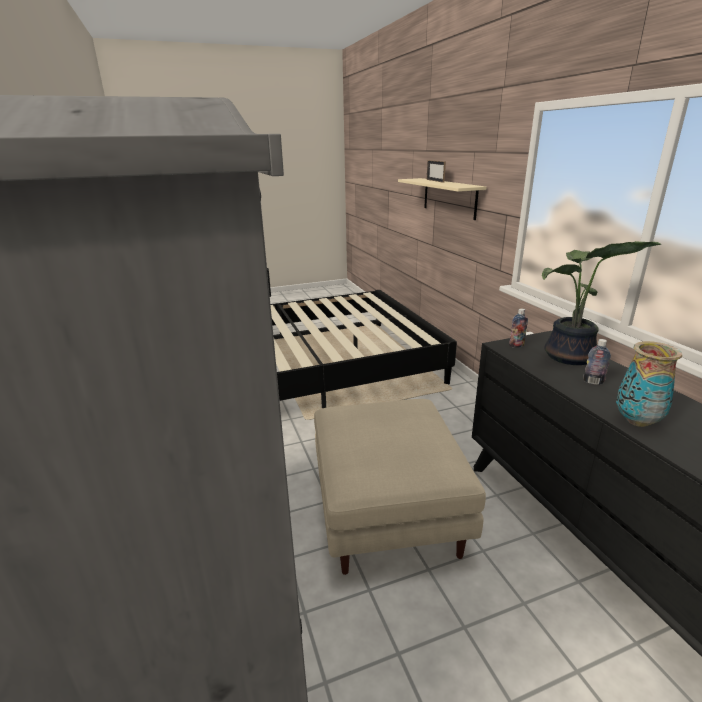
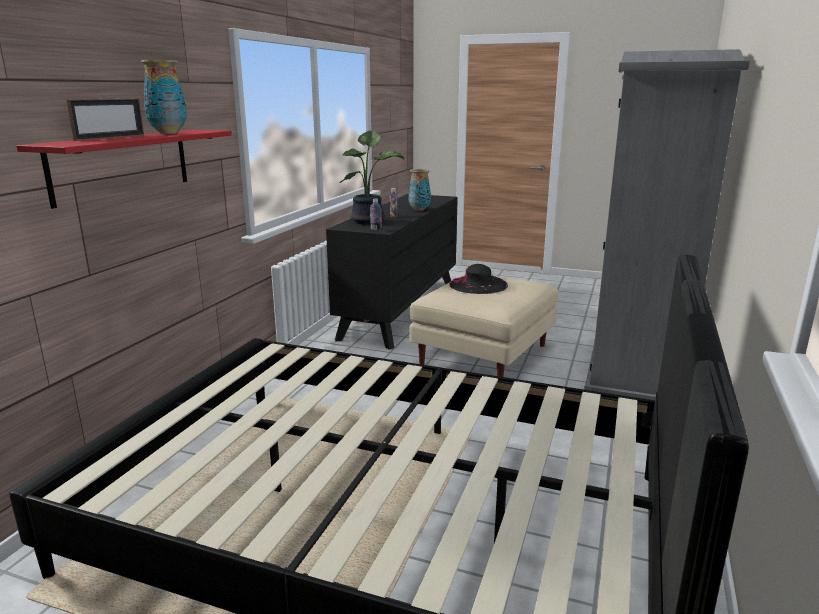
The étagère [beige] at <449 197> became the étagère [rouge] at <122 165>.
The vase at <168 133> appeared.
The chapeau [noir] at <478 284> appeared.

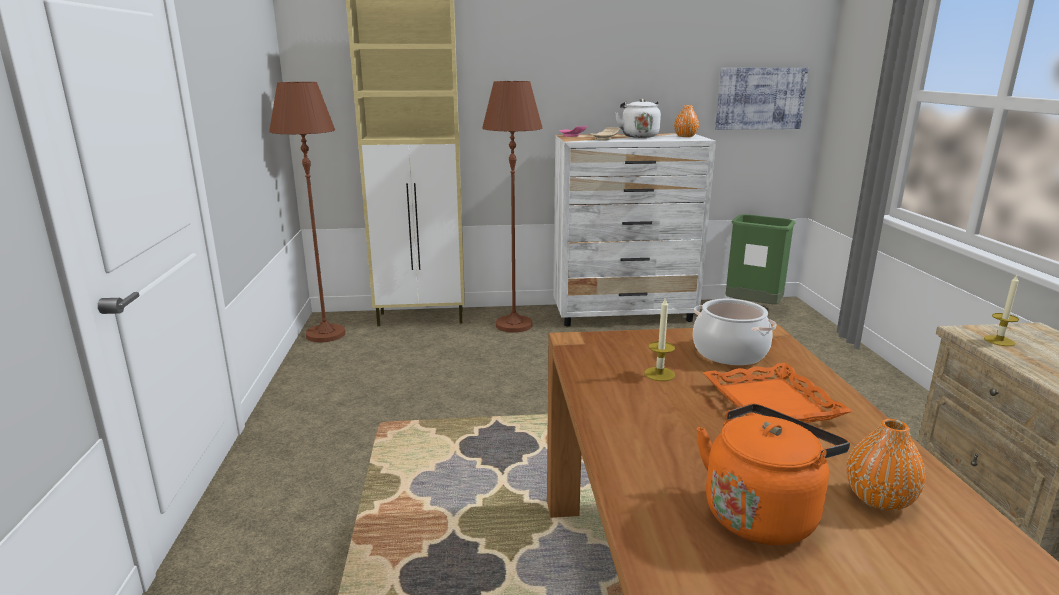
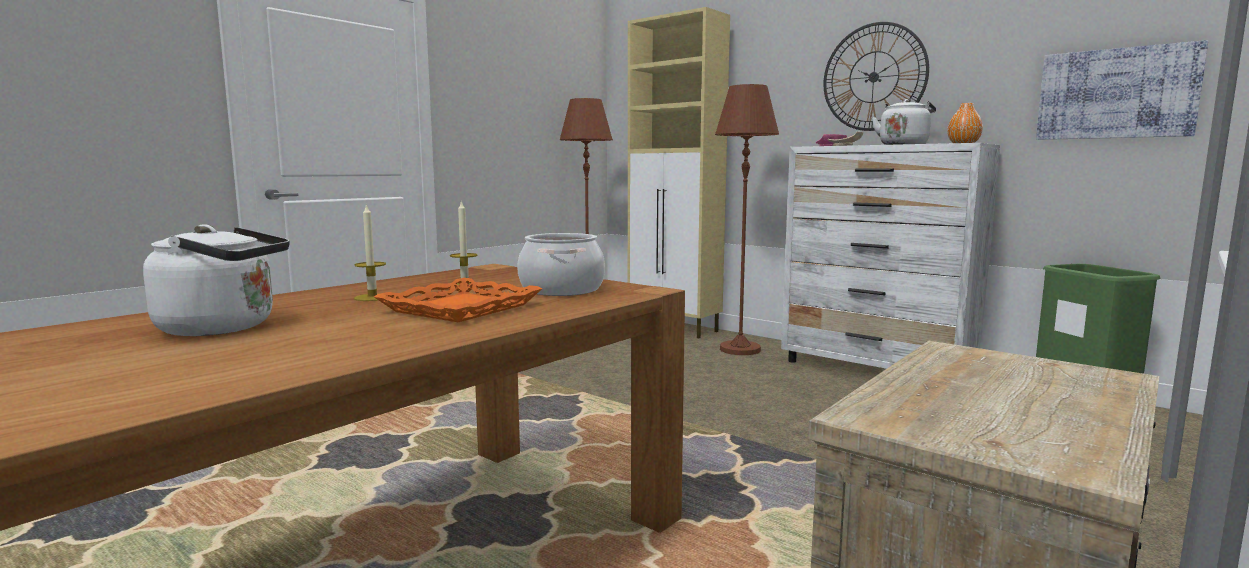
The bouilloire [orange] at <762 513> became the bouilloire [blanc] at <224 328>.
The bougie moved from <999 341> to <372 297>.
The horloge murale at <874 77> appeared.
The vase [orange] at <879 499> disappeared.

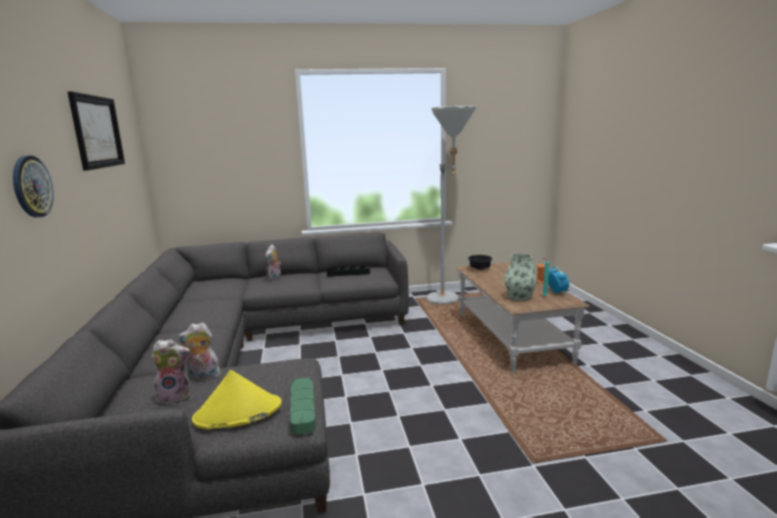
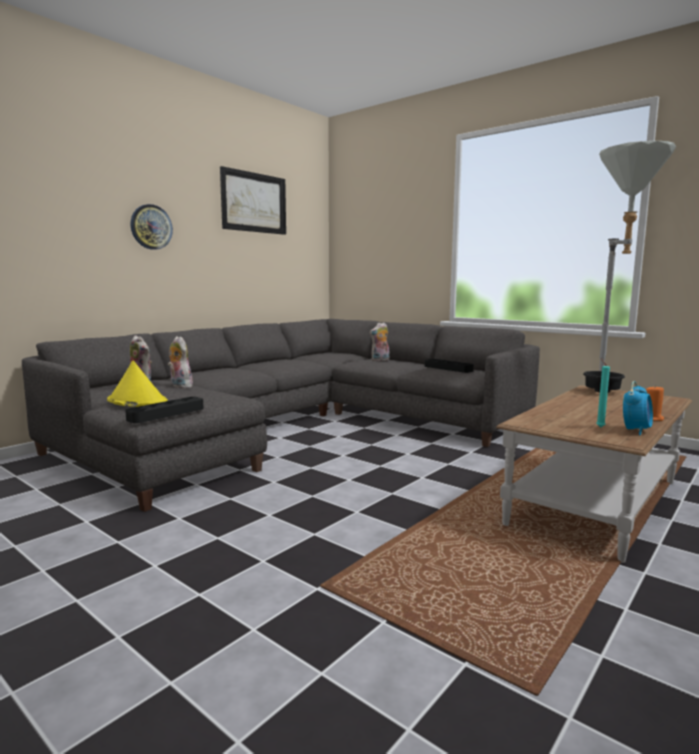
The plateau [vert] at <303 408> became the plateau [noir] at <166 414>.
The vase at <519 297> disappeared.

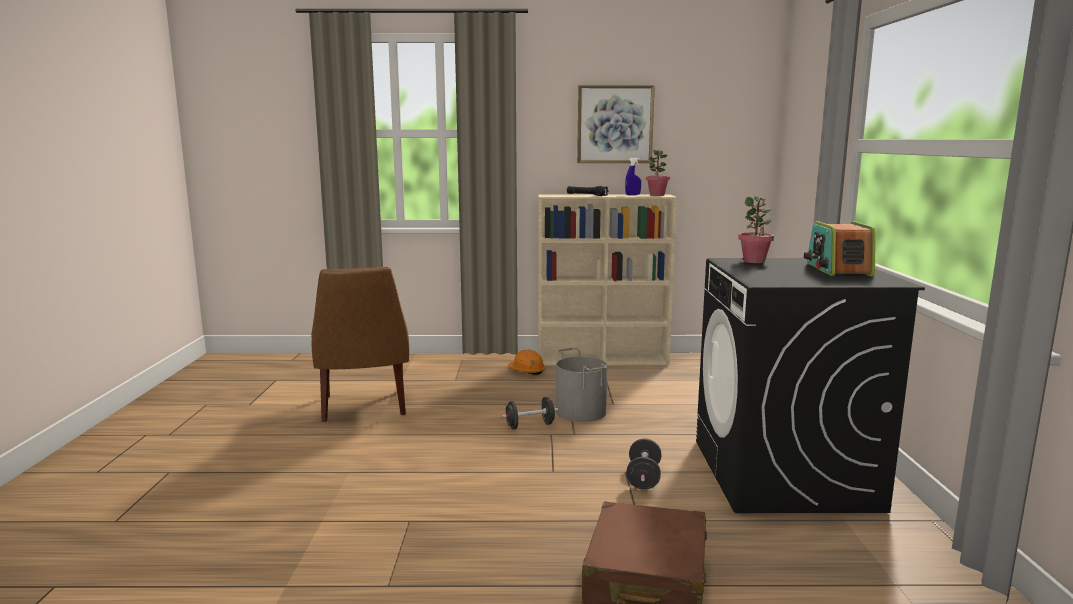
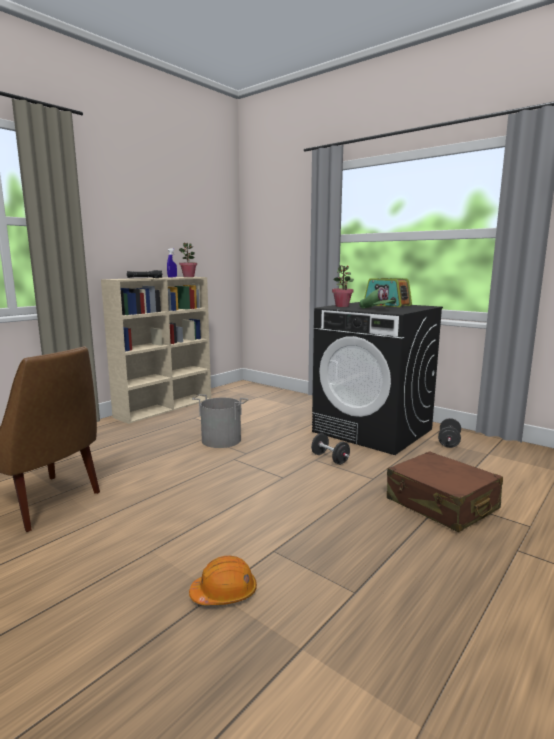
The casque de chantier [orange] moved from <527 371> to <224 593>.
The casquette [vert] at <376 309> appeared.
The haltère [noir] moved from <530 425> to <449 442>.
The tableau at <615 124> disappeared.

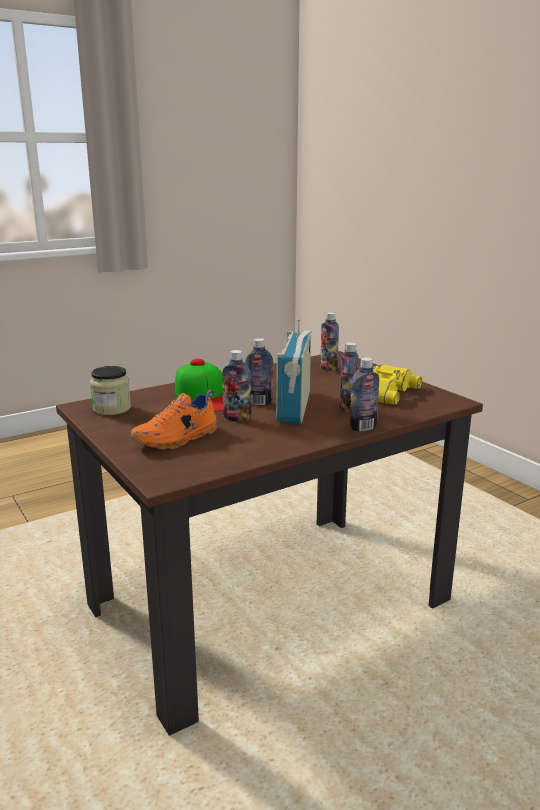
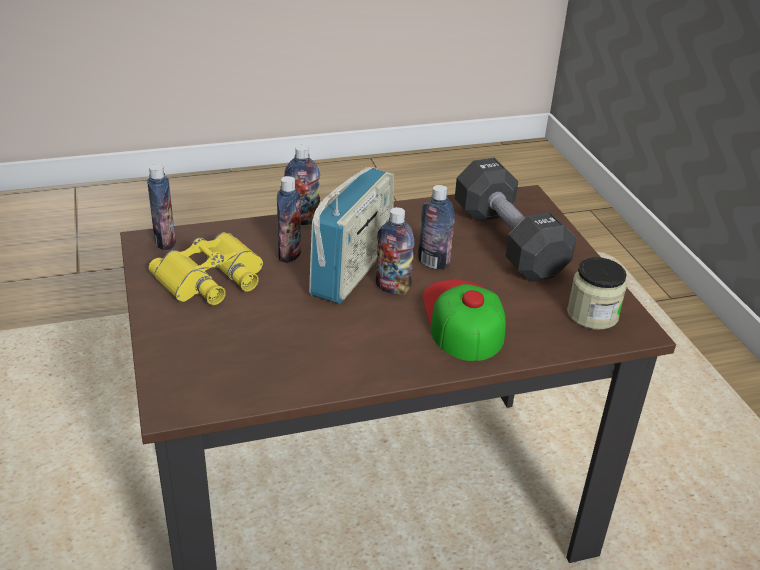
The bouteille moved from <328 368> to <165 242>.
The chaussure [orange] at <177 439> was replaced by the haltère [noir] at <508 241>.

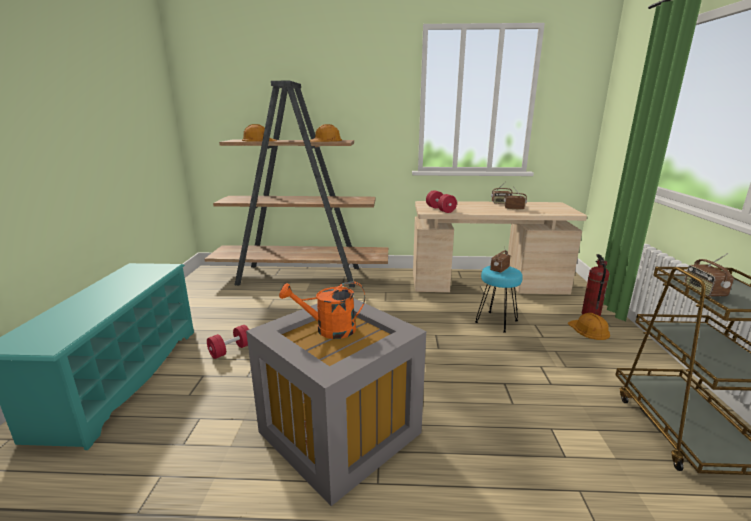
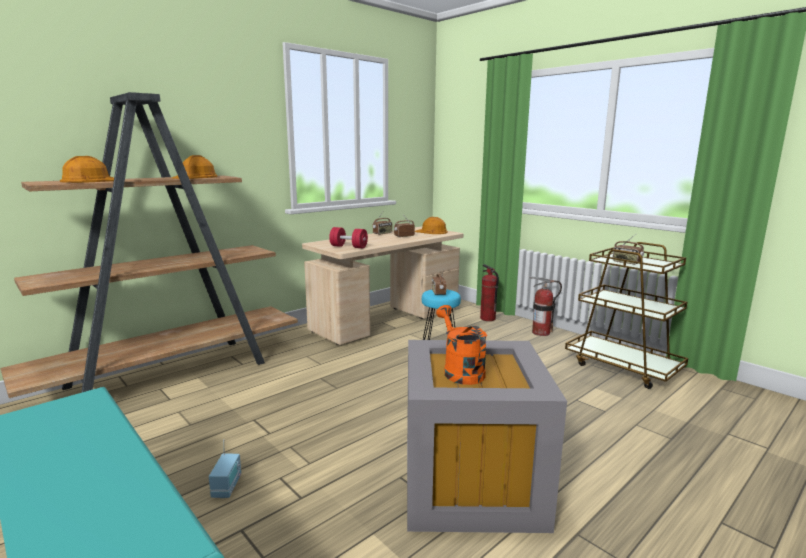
The haltère [rouge] at <231 350> was replaced by the radio at <227 487>.
The casque de chantier [orange] moved from <588 330> to <431 231>.
The arrosoir [orange] at <328 330> turned 120 degrees clockwise.
The extincteur at <540 332> appeared.

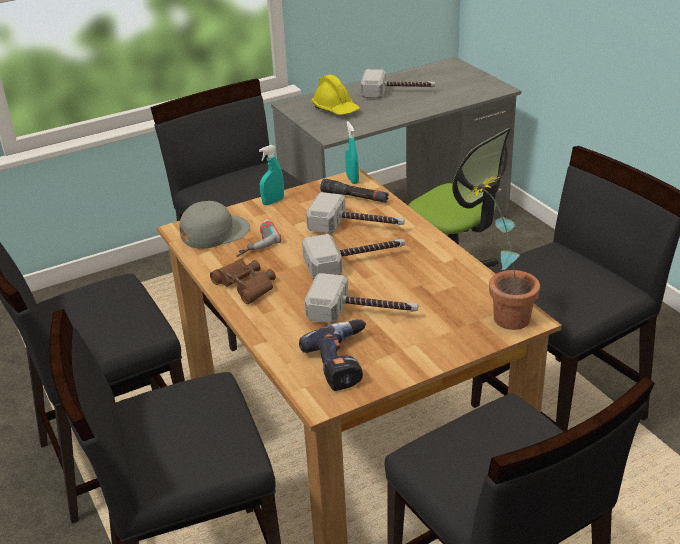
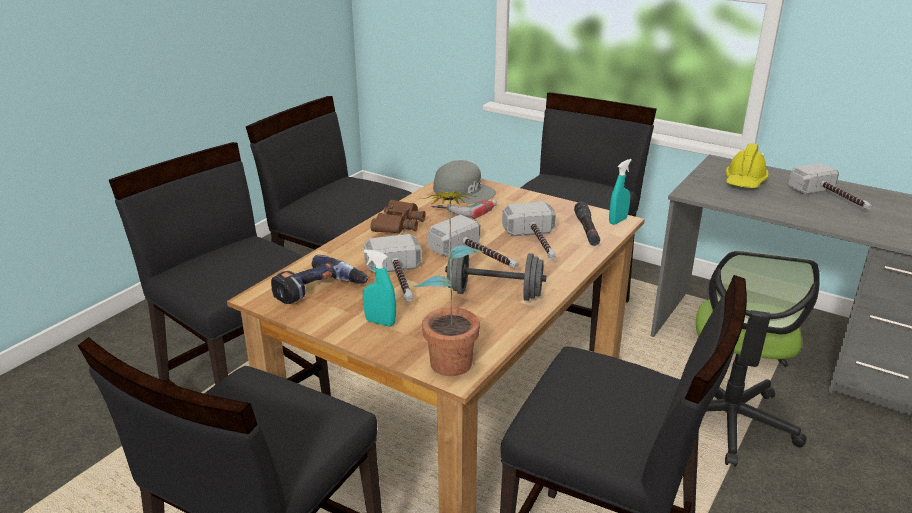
The vaporisateur [turquoise] moved from <273 202> to <380 322>.
The haltère [gris] at <494 293> appeared.

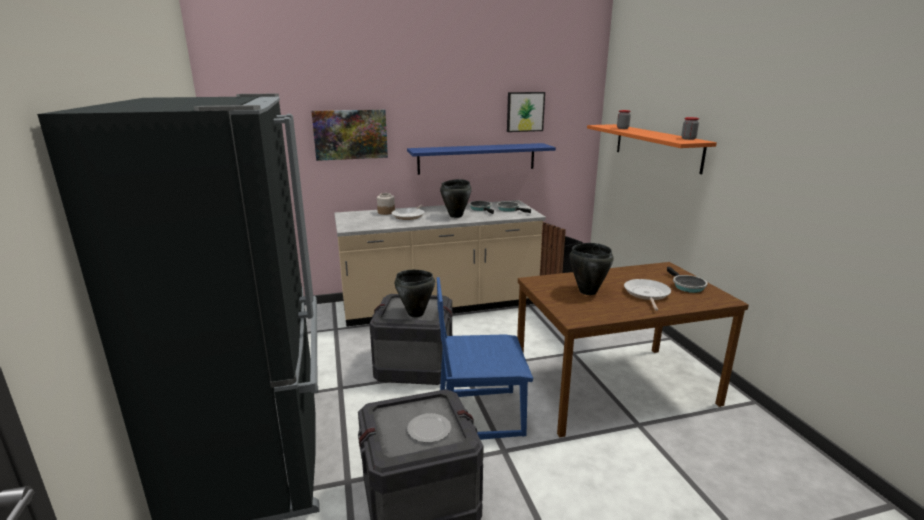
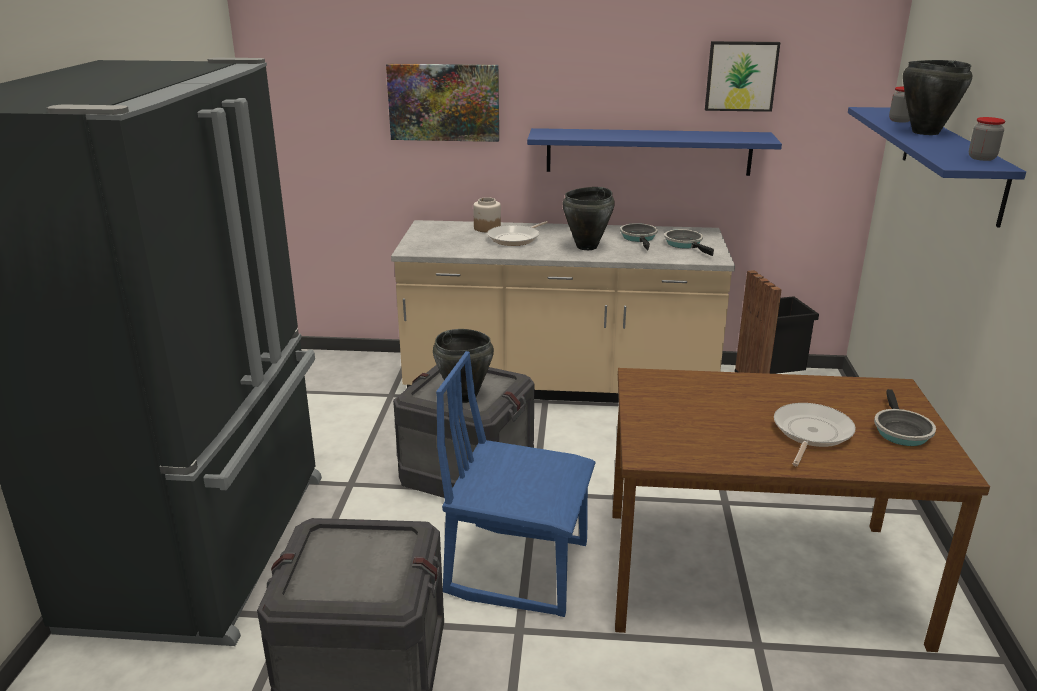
The étagère [orange] at <656 147> became the étagère [bleu] at <951 162>.
The marmite [noir] moved from <587 291> to <924 132>.
The assiette at <429 430> disappeared.

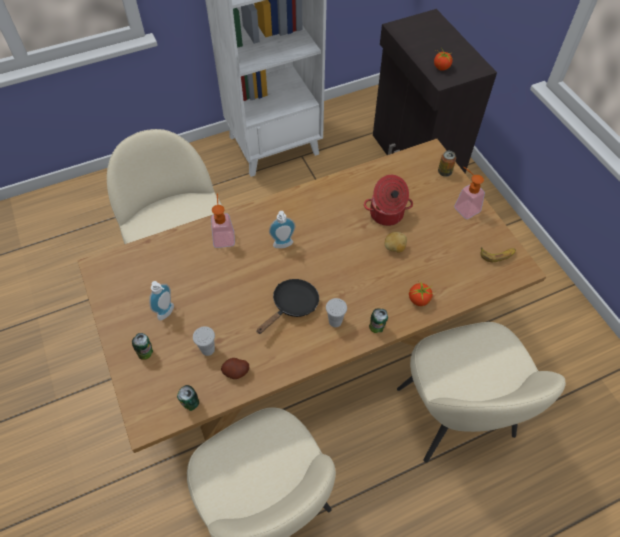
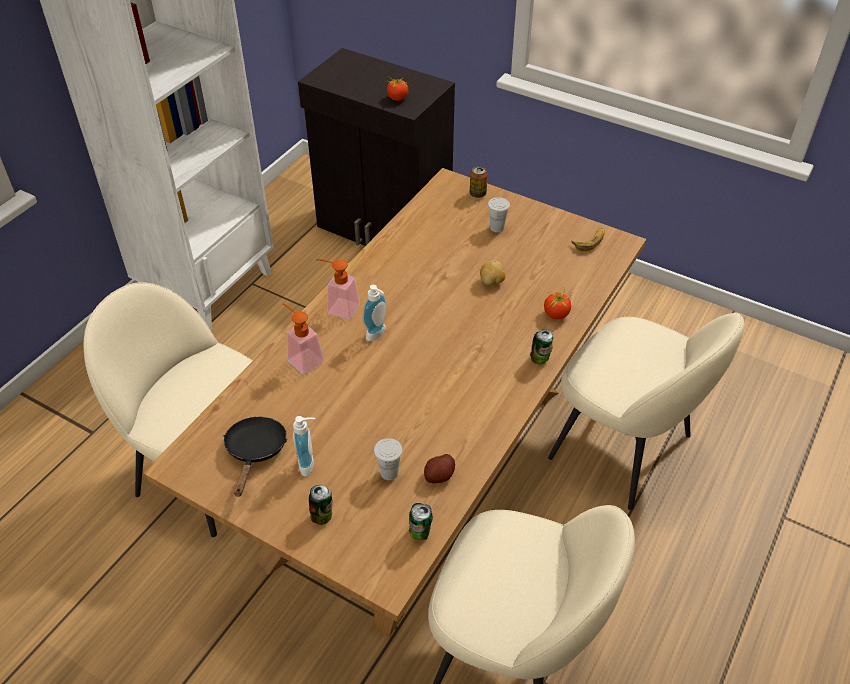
The poêle [noir] moved from <292 306> to <255 452>.
The distributeur de savon moved from <464 207> to <338 307>.
The tasse [blanc] moved from <335 321> to <497 228>.
The marmite at <386 214> disappeared.

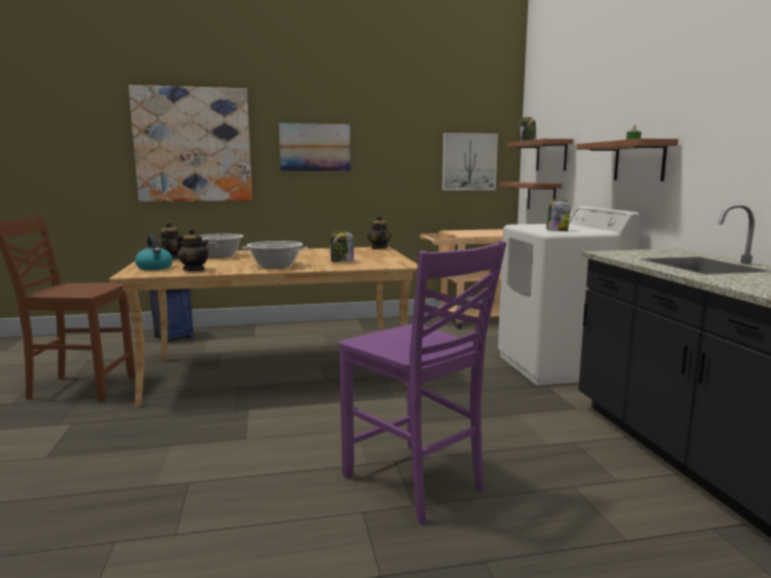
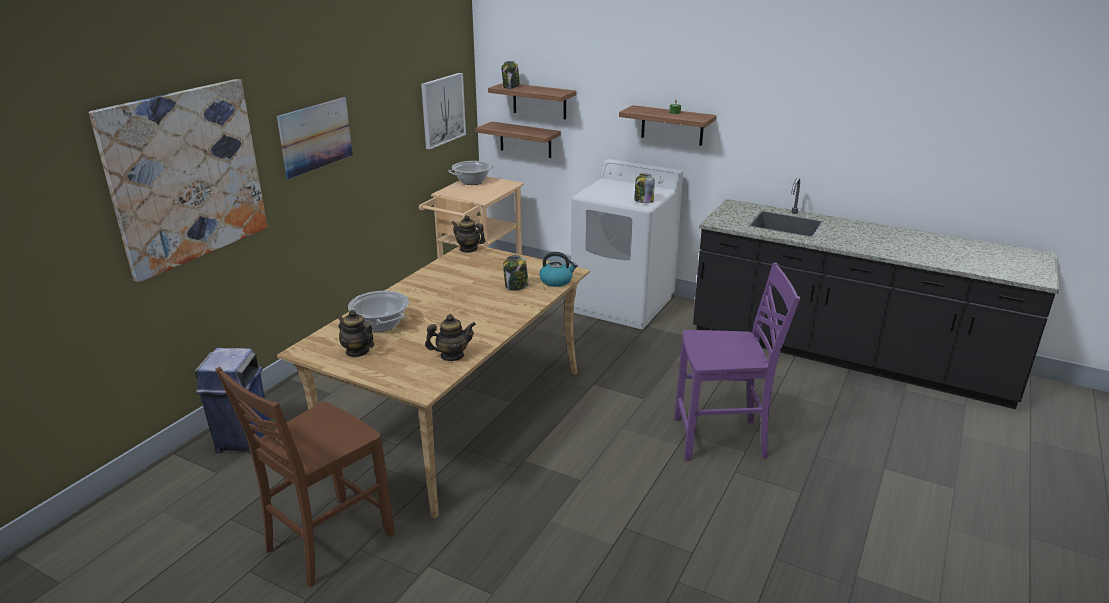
The marmite moved from <276 266> to <472 181>.
The bouilloire moved from <155 268> to <556 281>.

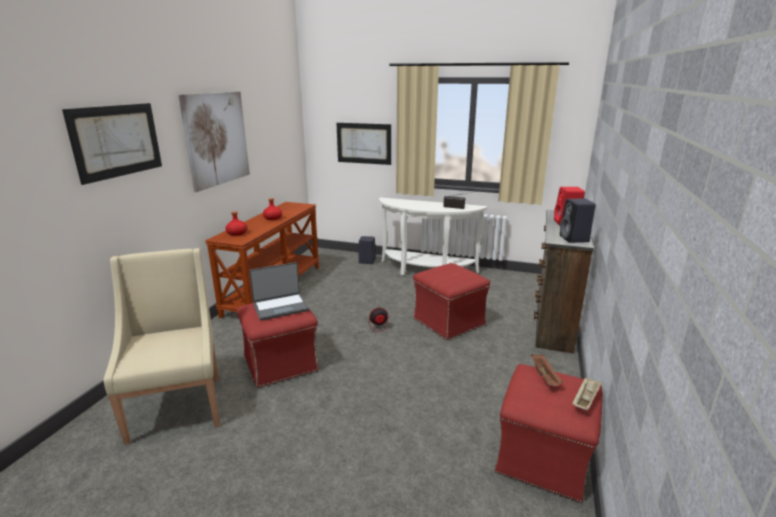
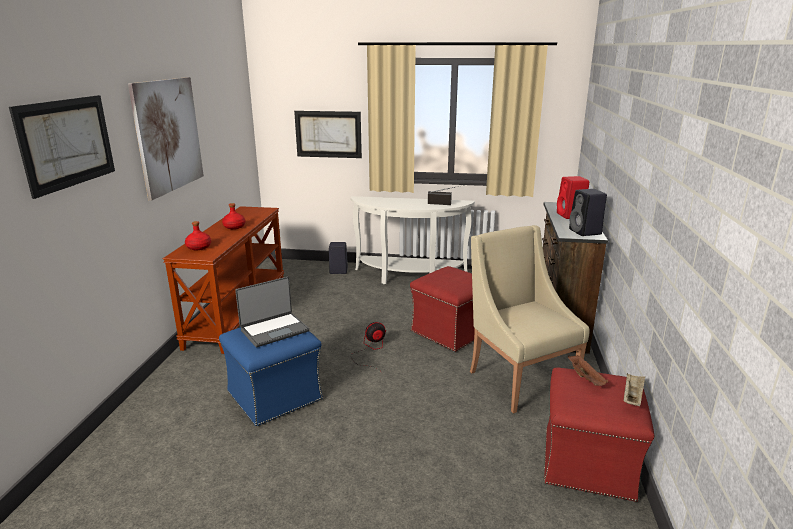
The pouf [rouge] at <281 363> became the pouf [bleu] at <275 395>.
The fauteuil [beige] moved from <178 405> to <518 379>.

